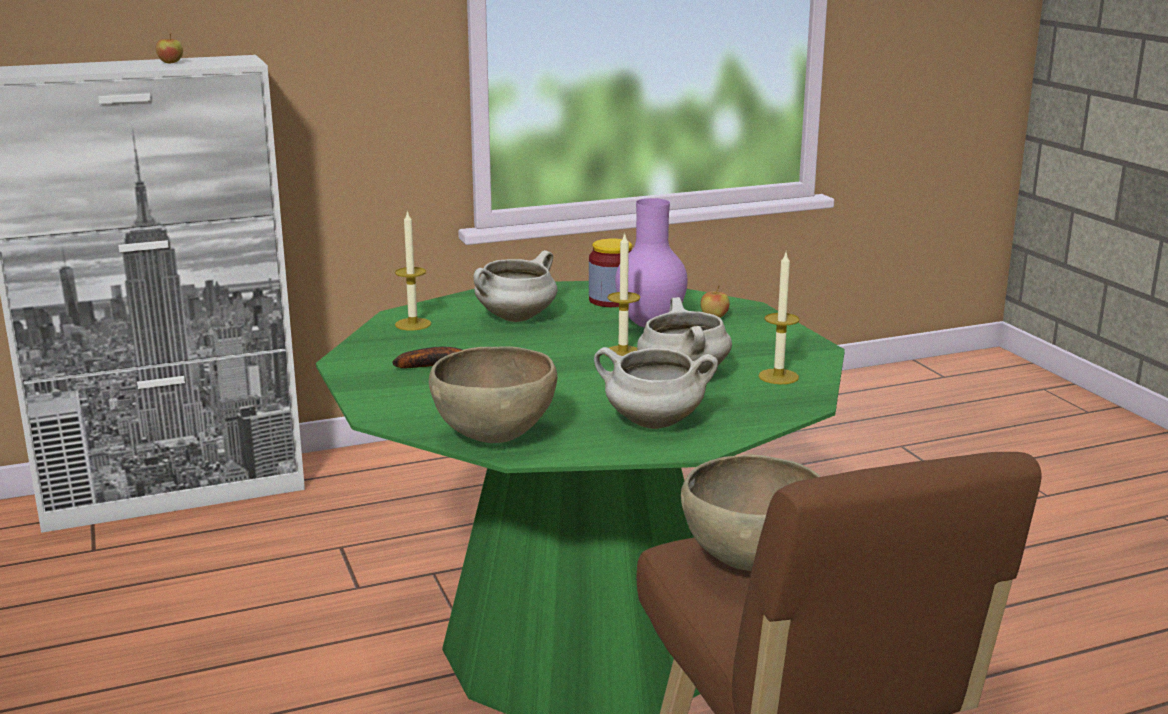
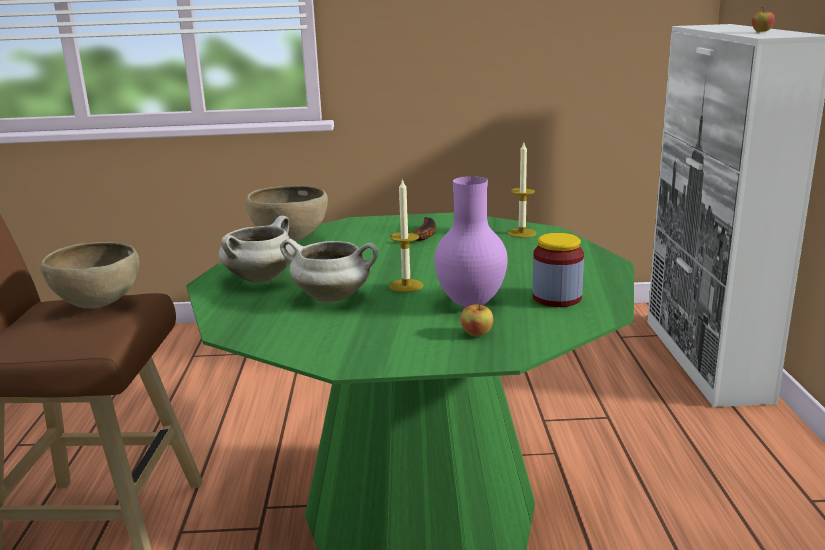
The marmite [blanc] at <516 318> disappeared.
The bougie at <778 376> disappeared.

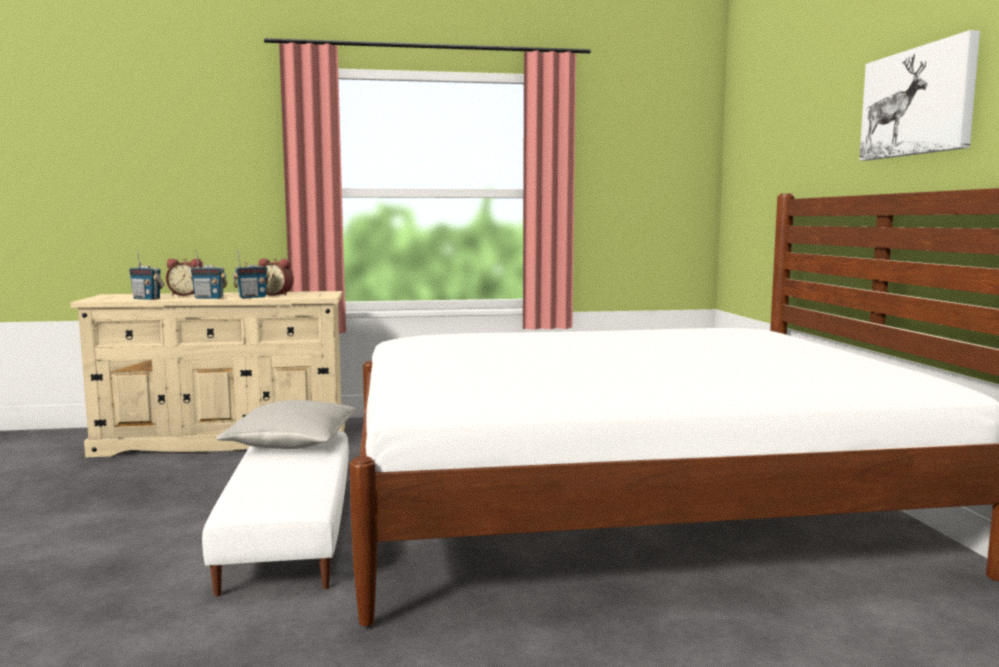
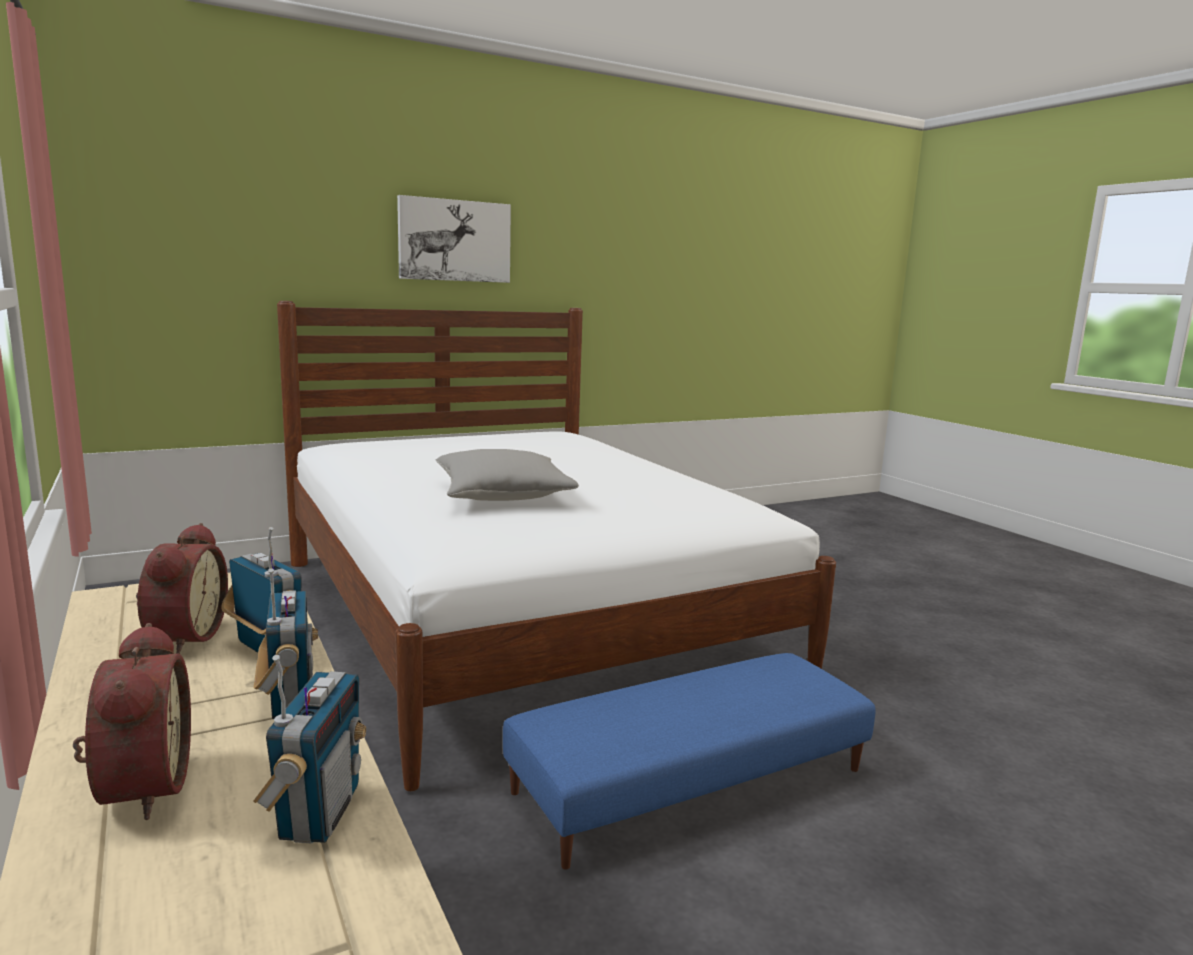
The coussin [gris] moved from <292 444> to <503 495>.
The pouf [blanc] at <291 529> became the pouf [bleu] at <690 780>.

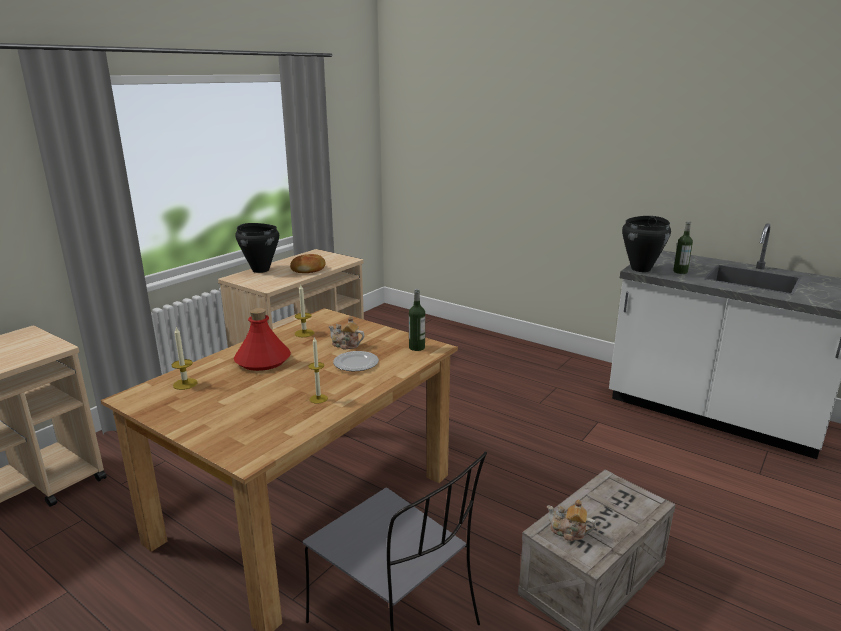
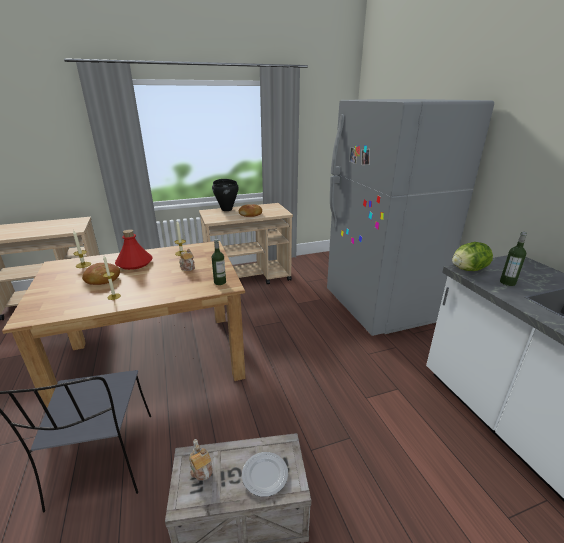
The pain at <102 279> appeared.
The assiette moved from <356 363> to <265 475>.
The réfrigérateur [gris] at <379 307> appeared.
The marmite [noir] at <641 269> was replaced by the laitue at <468 270>.

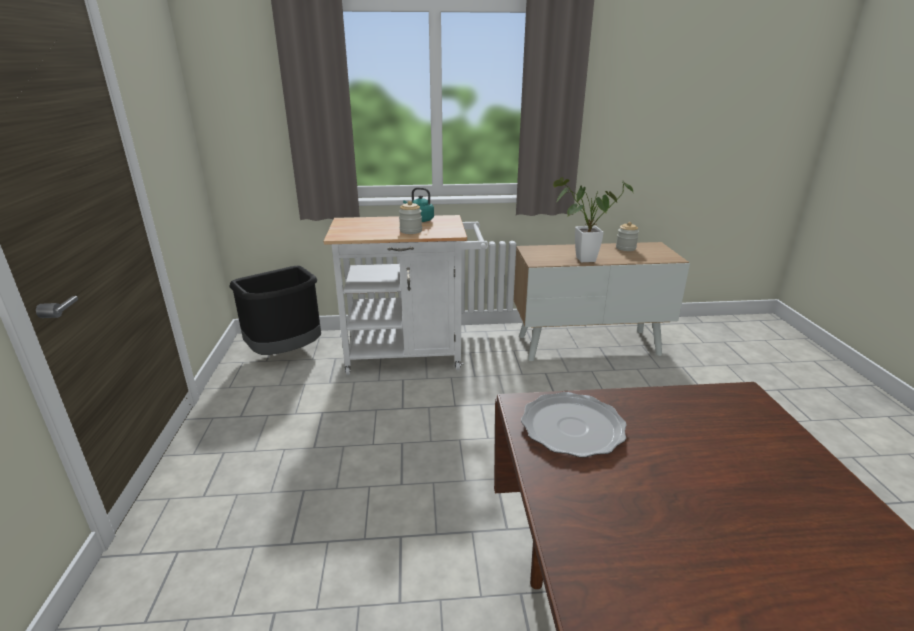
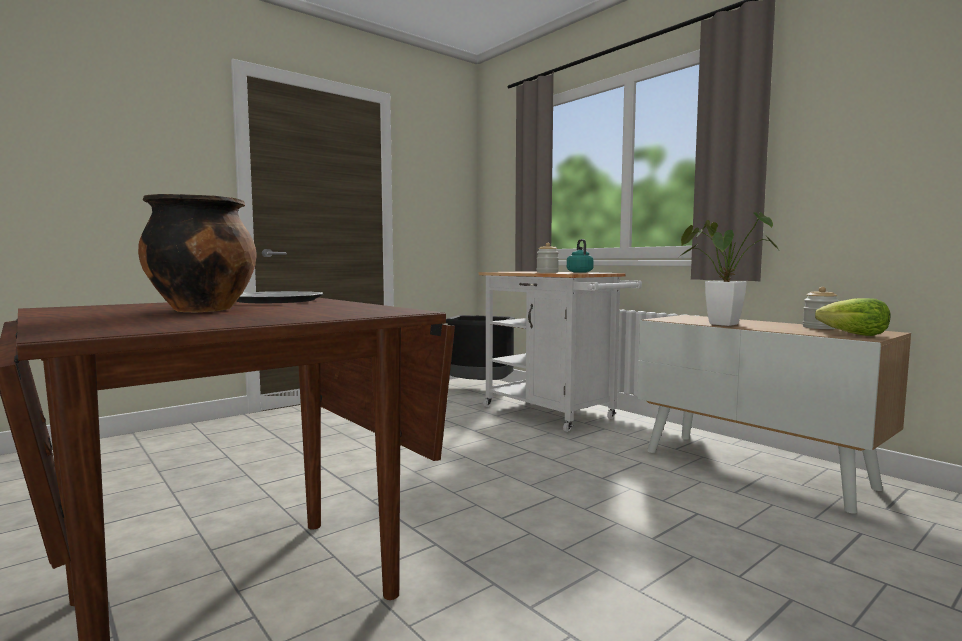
The marmite at <202 310> appeared.
The laitue at <854 335> appeared.

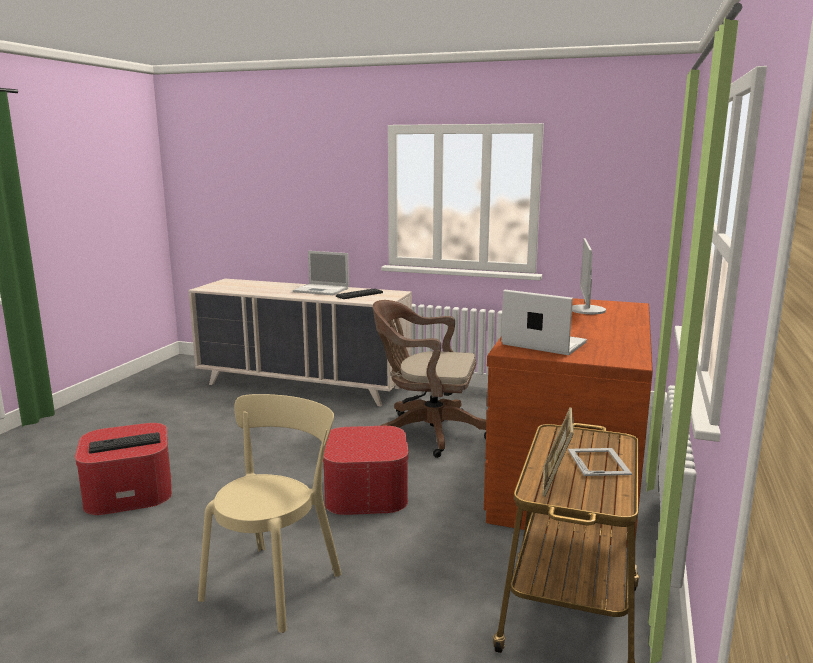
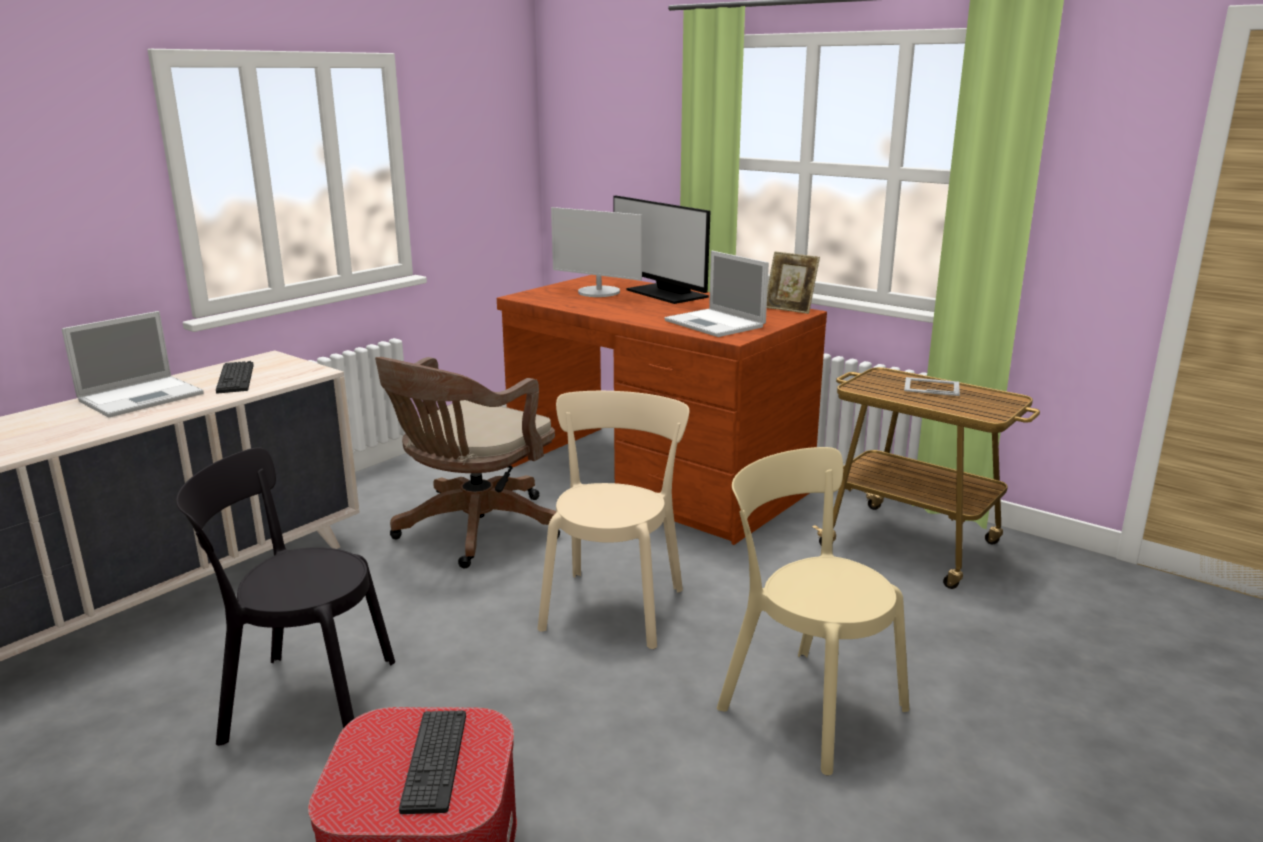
The chaise [noir] at <302 699> appeared.
The pouf at <366 492> was replaced by the chaise [beige] at <614 605>.
The écran d'ordinateur at <665 294> appeared.
The ordinateur portable at <542 343> turned 90 degrees counterclockwise.
The cadre photo moved from <555 483> to <789 309>.

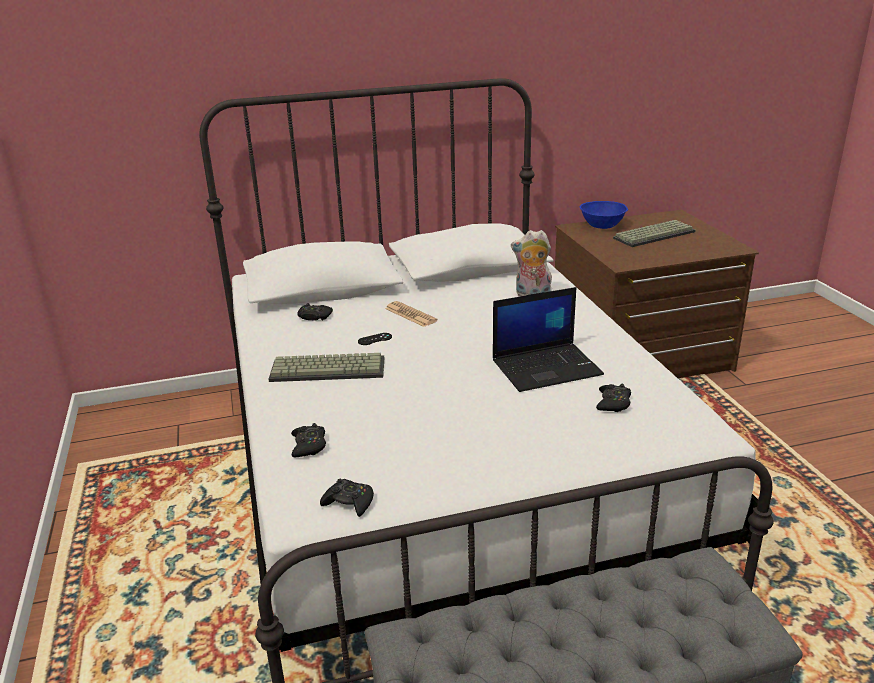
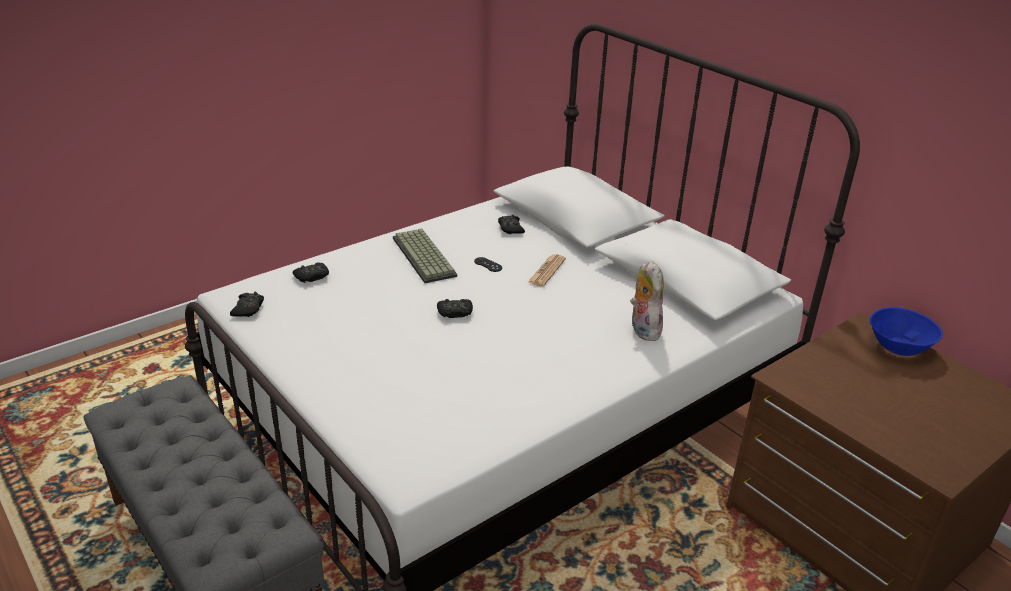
The manette [noir] moved from <613 403> to <455 312>.
The ordinateur portable at <547 367> disappeared.
The clavier at <654 234> disappeared.

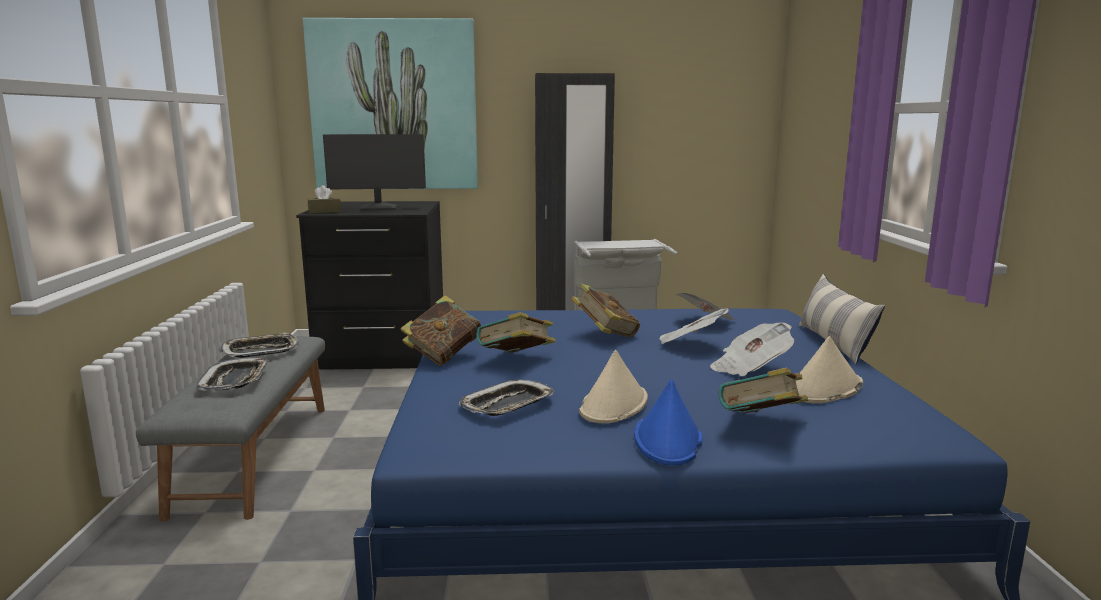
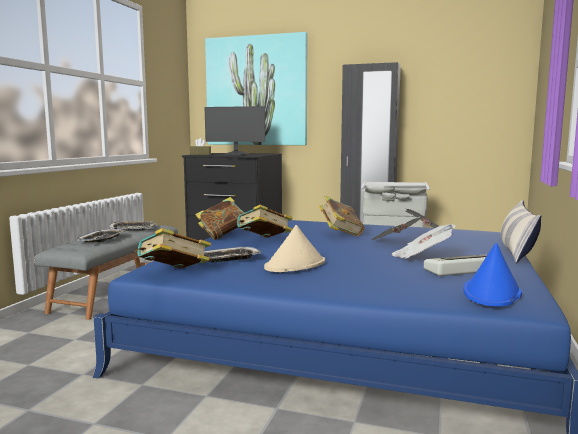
The livre moved from <761 425> to <173 274>.
The chapeau [beige] at <824 389> was replaced by the clavier at <462 270>.
The chapeau [bleu] moved from <668 439> to <492 292>.

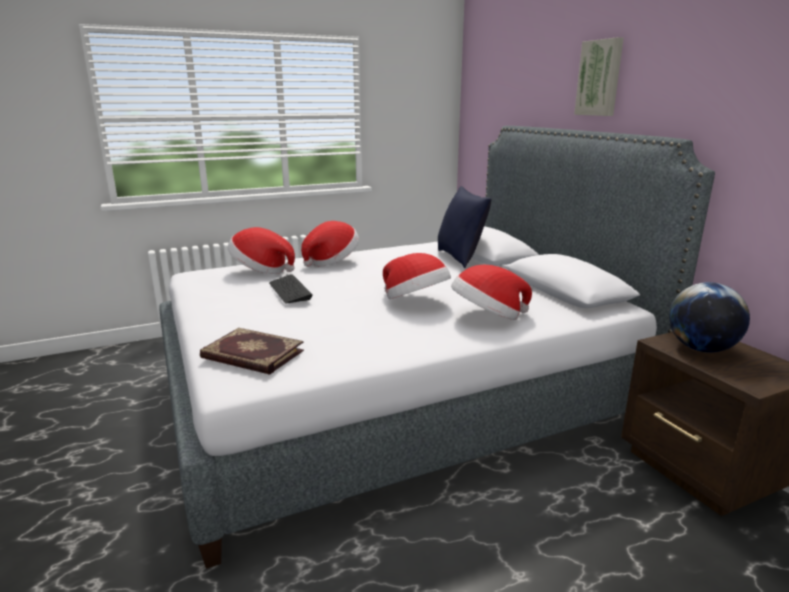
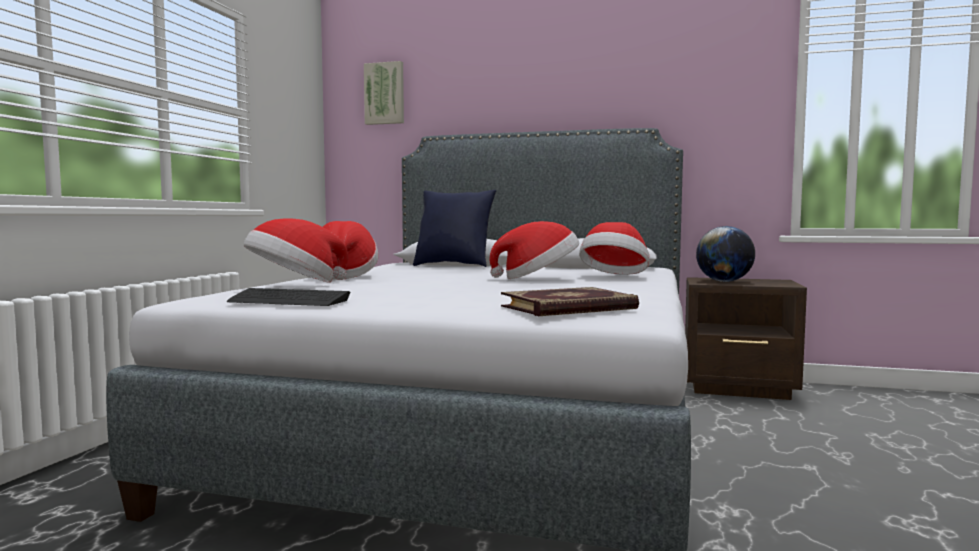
The clavier moved from <290 290> to <288 301>.
The tableau moved from <600 78> to <385 93>.

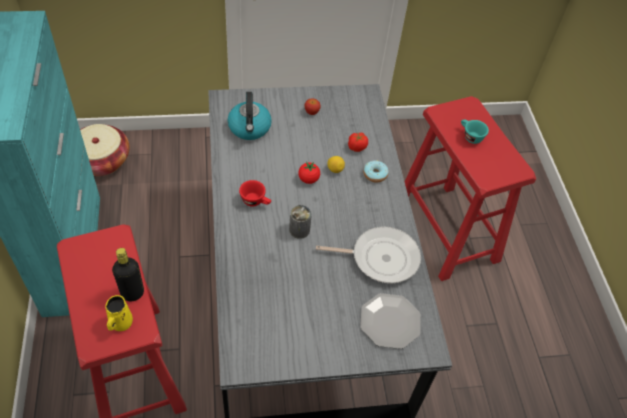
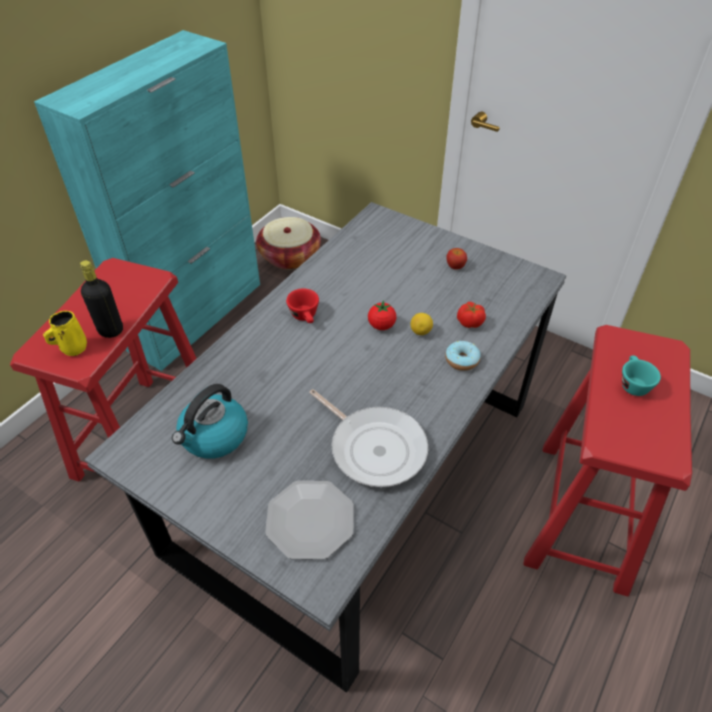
The bouilloire moved from <250 128> to <214 436>.
The boîte métallique at <299 230> disappeared.

